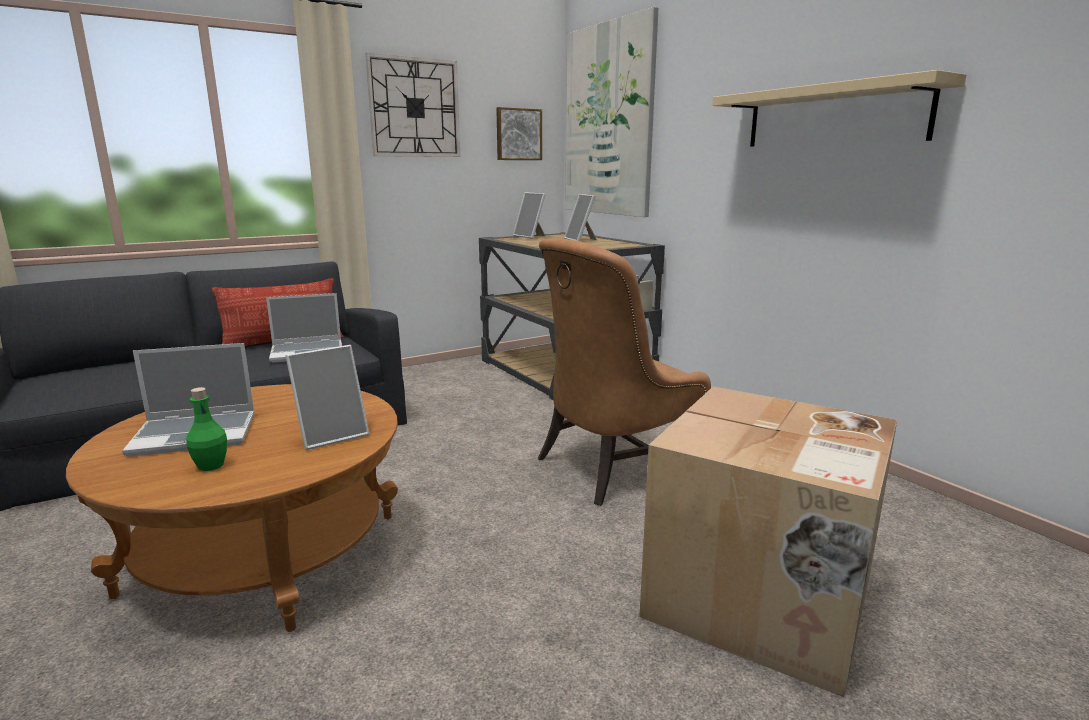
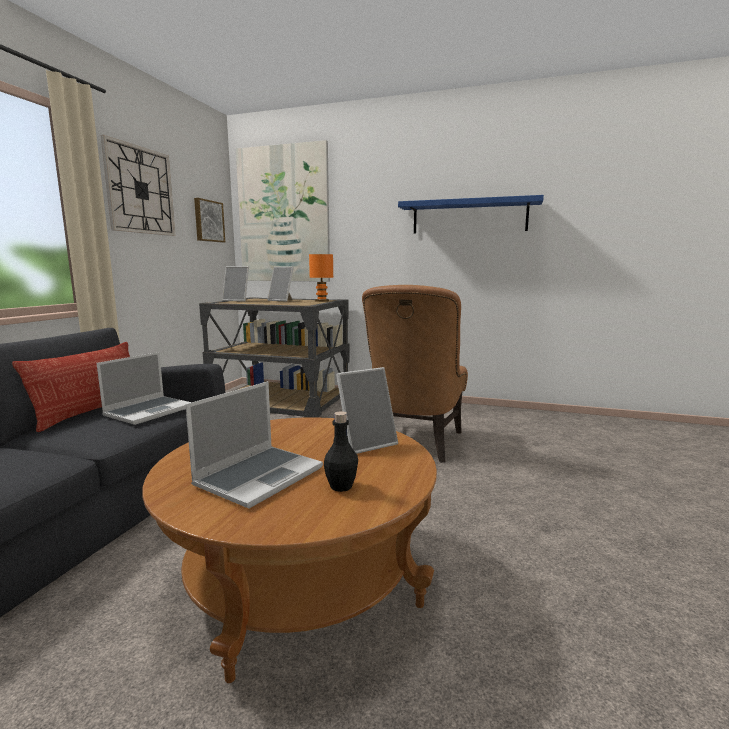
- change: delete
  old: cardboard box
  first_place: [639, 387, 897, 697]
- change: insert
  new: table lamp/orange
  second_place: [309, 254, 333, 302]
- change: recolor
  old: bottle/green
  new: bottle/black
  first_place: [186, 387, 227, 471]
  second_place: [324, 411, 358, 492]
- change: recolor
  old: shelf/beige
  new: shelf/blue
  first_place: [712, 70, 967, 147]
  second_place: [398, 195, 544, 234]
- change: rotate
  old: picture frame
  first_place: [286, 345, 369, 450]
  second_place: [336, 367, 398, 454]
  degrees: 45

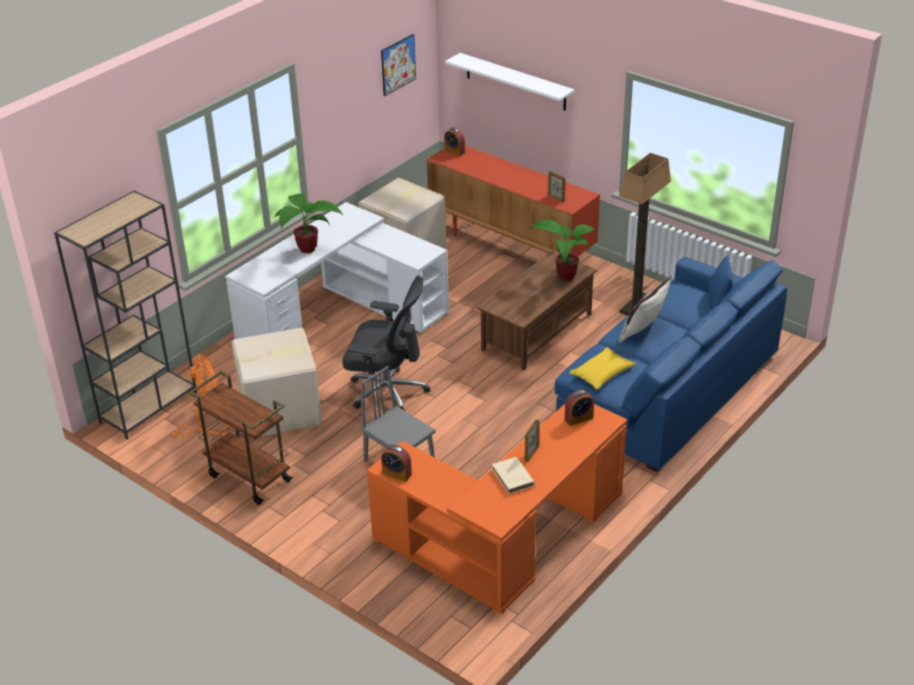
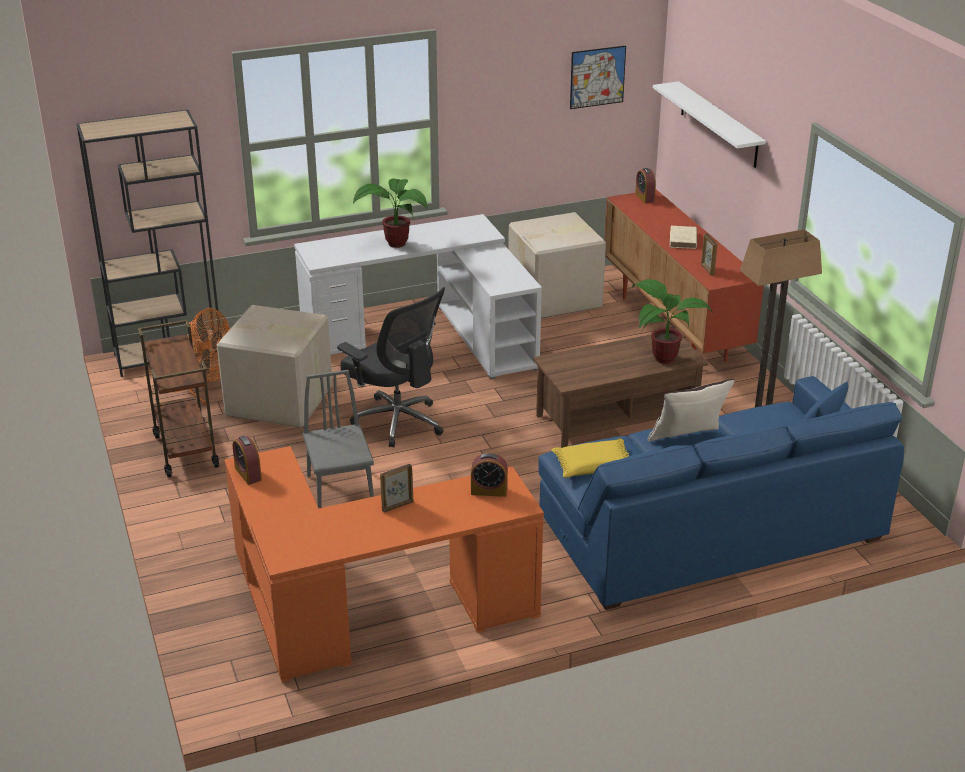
- change: move
  old: book/beige
  first_place: [492, 457, 535, 494]
  second_place: [670, 226, 697, 249]

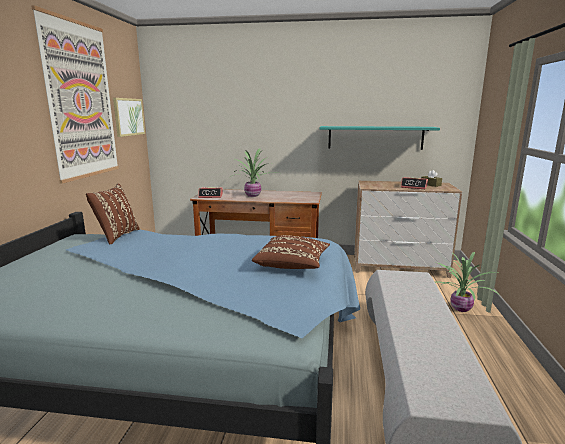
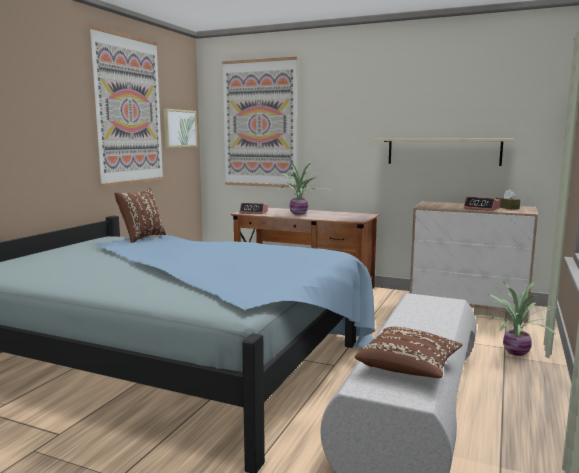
- change: insert
  new: picture
  second_place: [222, 56, 297, 188]
- change: move
  old: pillow/brown
  first_place: [252, 235, 330, 269]
  second_place: [355, 327, 462, 378]
- change: recolor
  old: shelf/turquoise
  new: shelf/beige
  first_place: [320, 126, 440, 150]
  second_place: [373, 138, 515, 166]

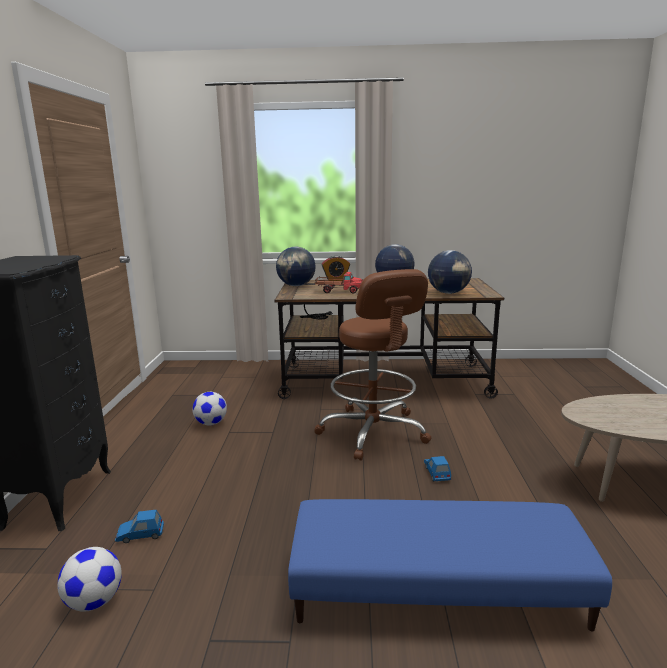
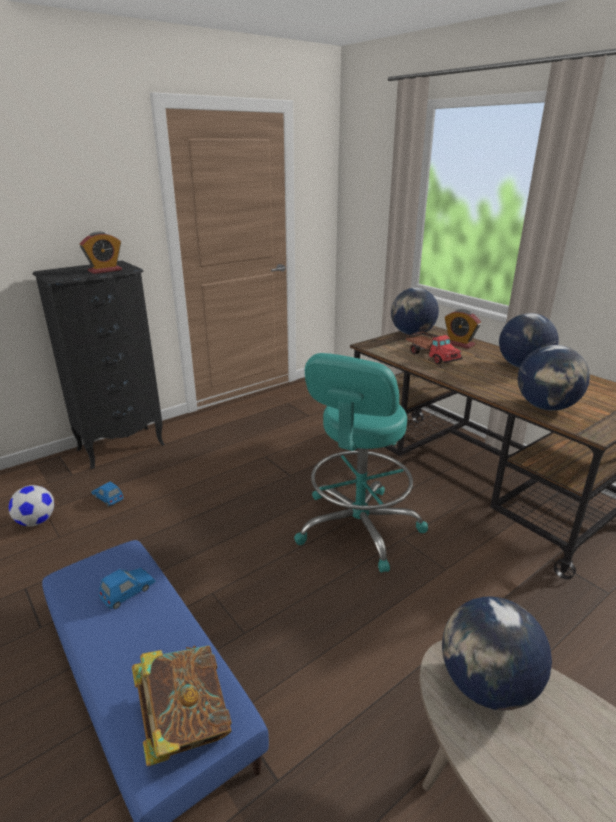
- change: delete
  old: football
  first_place: [192, 392, 227, 426]
- change: insert
  new: alarm clock
  second_place: [80, 232, 122, 274]
- change: insert
  new: book
  second_place: [132, 646, 232, 767]
- change: insert
  new: globe
  second_place: [442, 596, 552, 711]
- change: move
  old: toy car/blue
  first_place: [424, 456, 451, 481]
  second_place: [99, 568, 156, 609]
- change: recolor
  old: stool/brown
  new: stool/turquoise
  first_place: [314, 269, 431, 461]
  second_place: [294, 353, 428, 573]

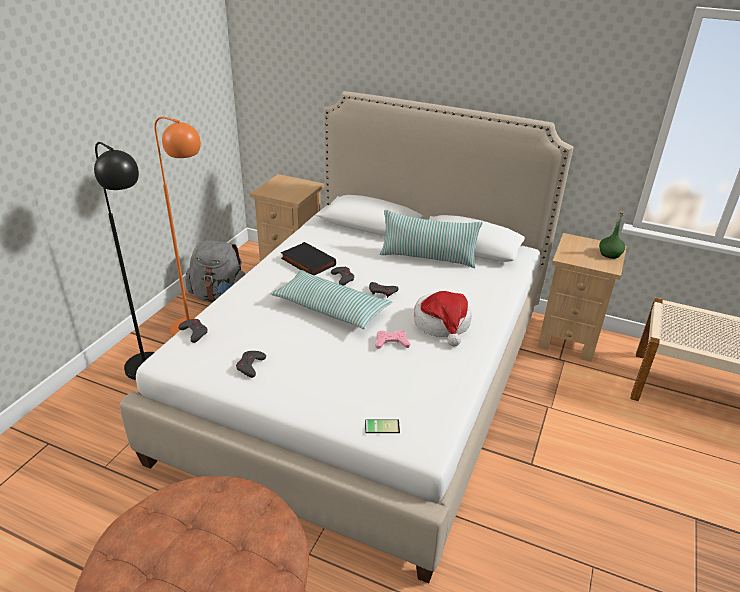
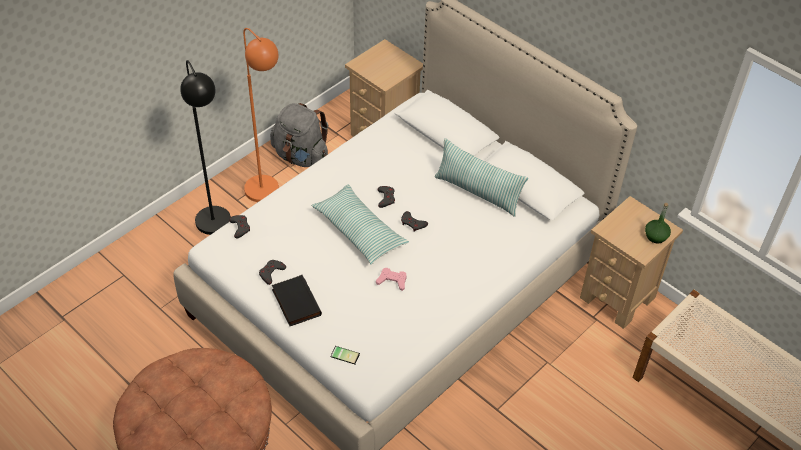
- change: delete
  old: hat
  first_place: [414, 291, 472, 347]
- change: move
  old: book/black
  first_place: [281, 242, 336, 275]
  second_place: [272, 275, 322, 326]

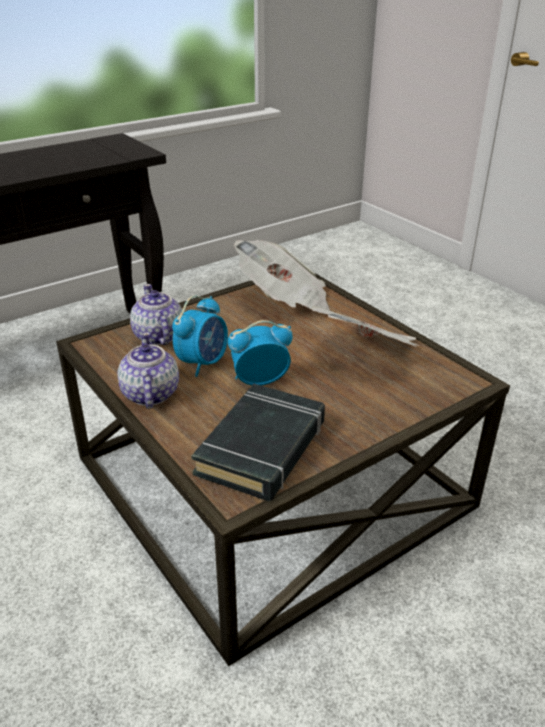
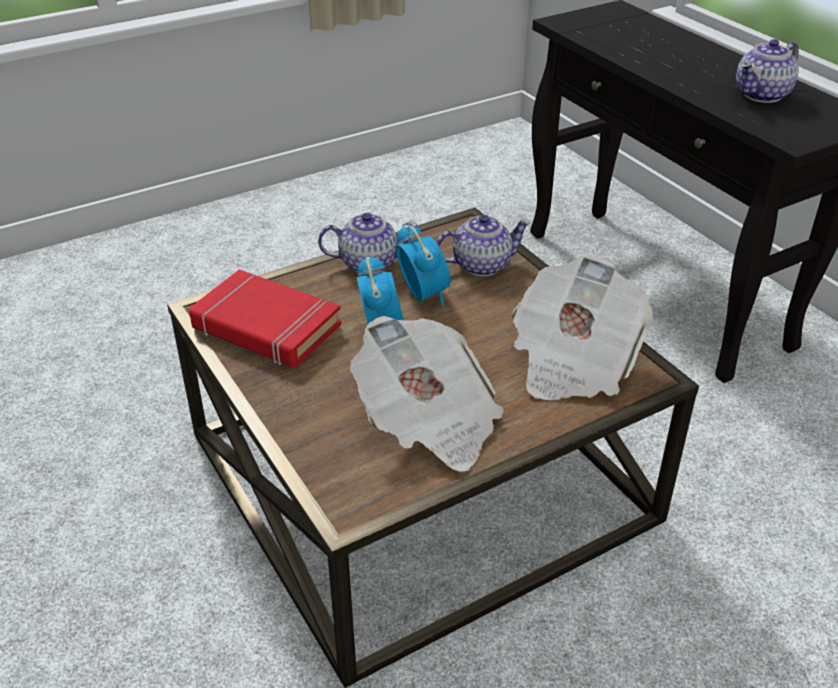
- change: insert
  new: teapot
  second_place: [736, 39, 799, 103]
- change: recolor
  old: book/black
  new: book/red
  first_place: [191, 384, 325, 501]
  second_place: [189, 270, 341, 368]
- change: rotate
  old: alarm clock
  first_place: [172, 296, 228, 377]
  second_place: [396, 223, 450, 307]
  degrees: -150

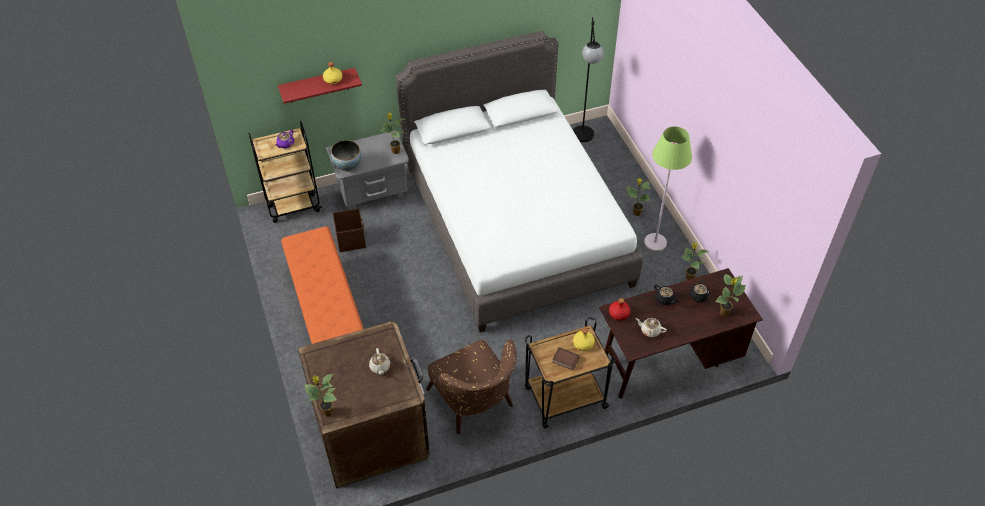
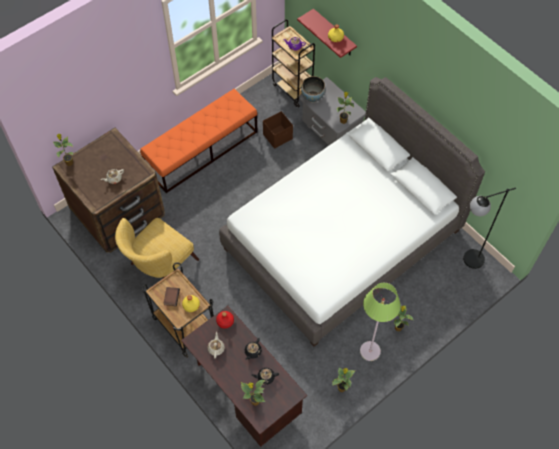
- change: recolor
  old: armchair/brown
  new: armchair/yellow
  first_place: [426, 340, 517, 434]
  second_place: [115, 218, 199, 278]

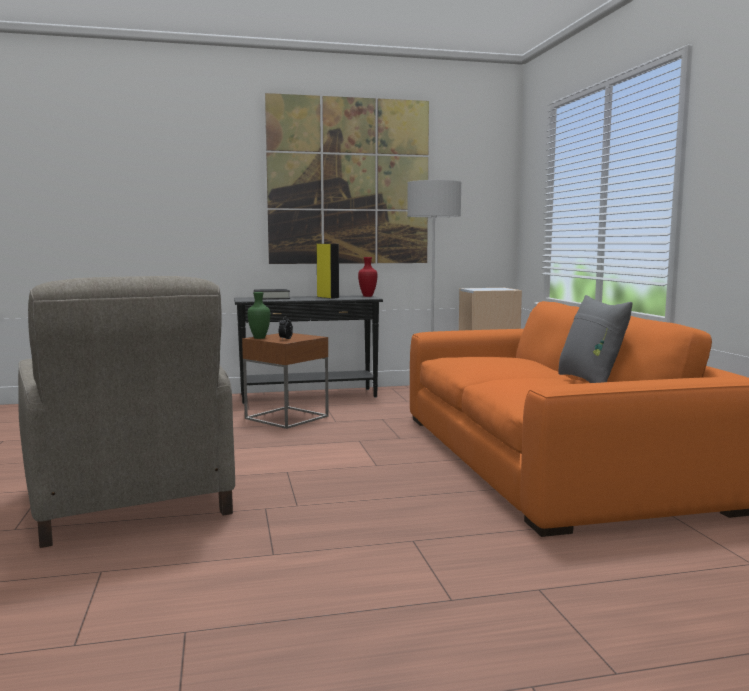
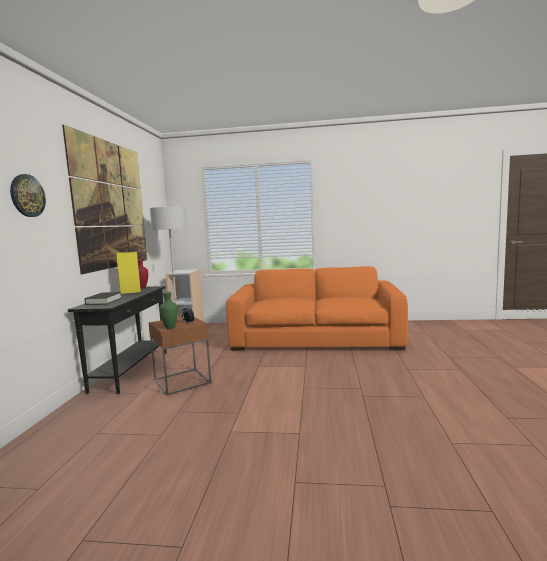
- change: delete
  old: armchair/beige
  first_place: [18, 276, 235, 548]
- change: delete
  old: pillow/grey
  first_place: [558, 295, 633, 383]
- change: insert
  new: wall clock
  second_place: [10, 174, 46, 217]

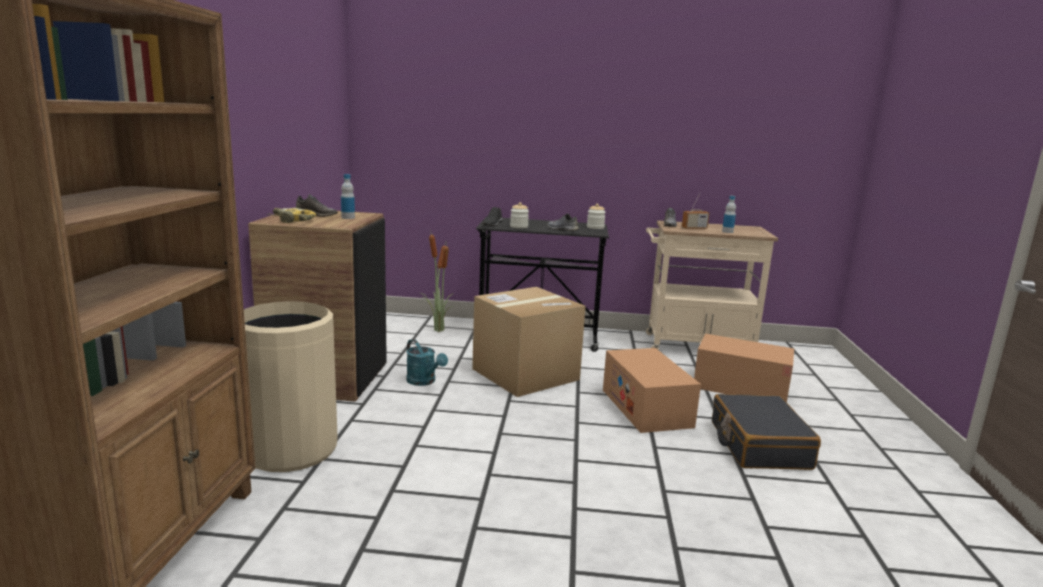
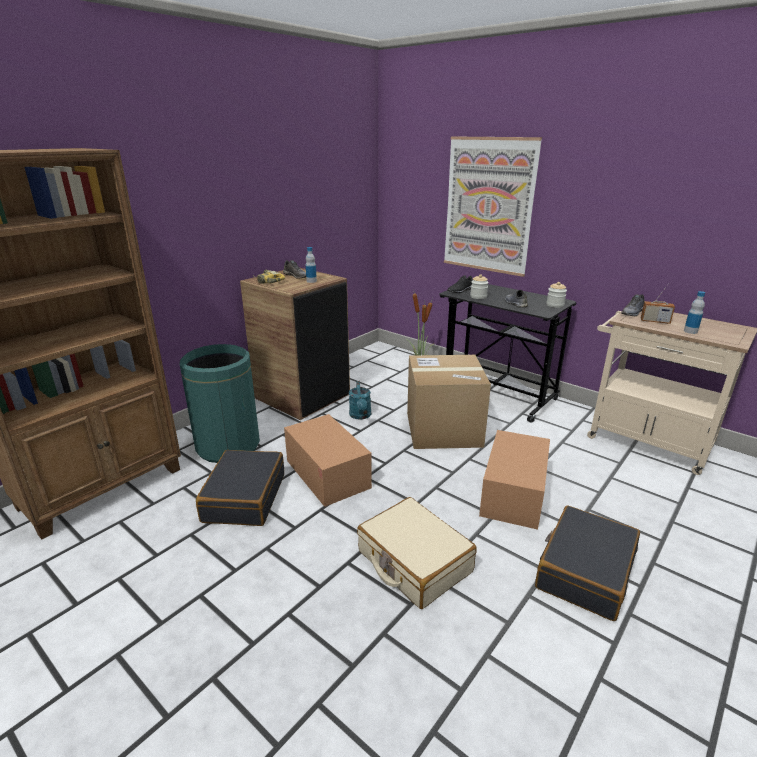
- change: insert
  new: suitcase/black
  second_place: [196, 450, 284, 526]
- change: insert
  new: suitcase/beige
  second_place: [357, 497, 477, 609]
- change: insert
  new: picture
  second_place: [444, 136, 542, 277]
- change: move
  old: cardboard box
  first_place: [694, 334, 794, 402]
  second_place: [284, 414, 372, 507]
- change: recolor
  old: trash can/beige
  new: trash can/green
  first_place: [244, 301, 338, 472]
  second_place: [180, 344, 260, 463]

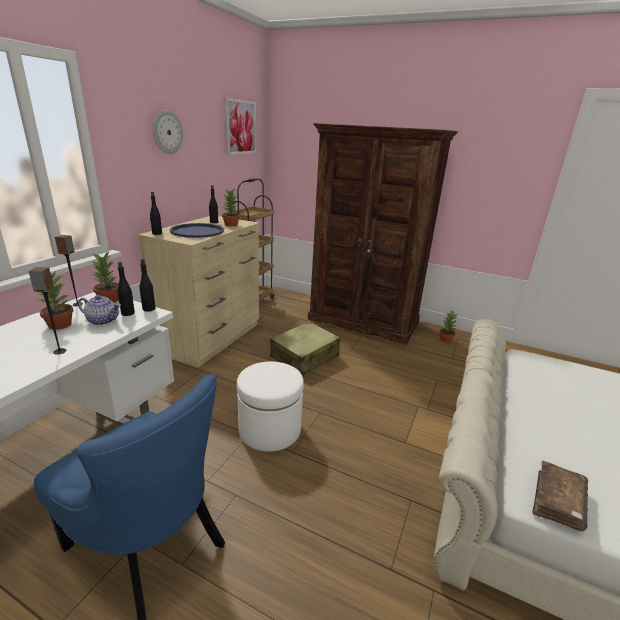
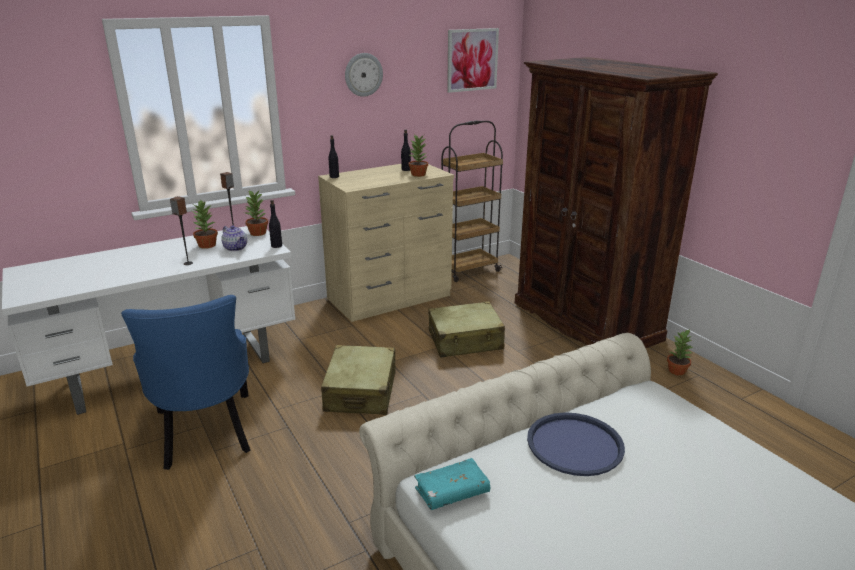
- change: delete
  old: bottle/black
  first_place: [117, 262, 135, 316]
- change: move
  old: tray/blue
  first_place: [170, 223, 224, 238]
  second_place: [527, 412, 625, 476]
- change: replace
  old: ottoman/white
  new: suitcase/beige
  first_place: [237, 361, 304, 452]
  second_place: [321, 345, 396, 415]
- change: recolor
  old: book/brown
  new: book/turquoise
  first_place: [532, 461, 588, 531]
  second_place: [414, 458, 490, 510]

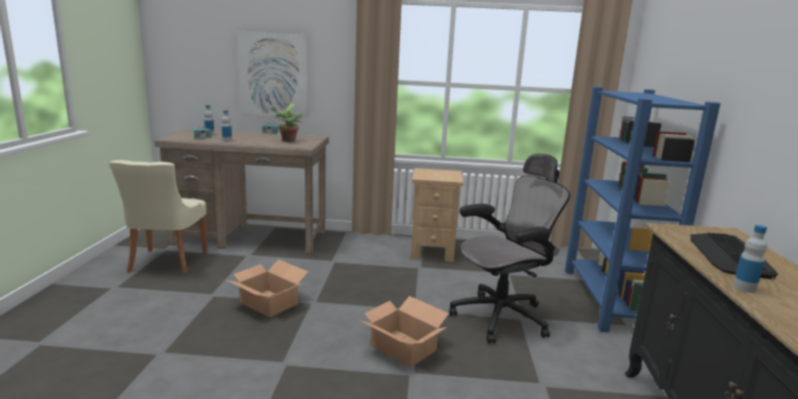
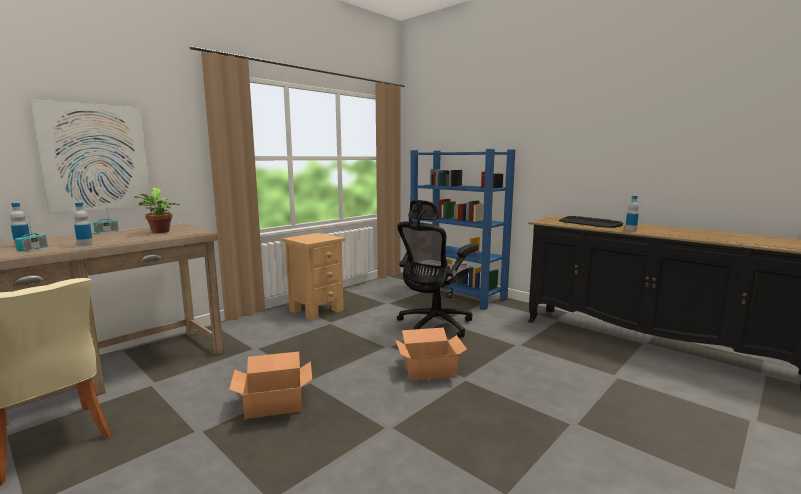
- change: rotate
  old: office chair
  first_place: [449, 154, 570, 343]
  second_place: [397, 200, 479, 338]
  degrees: -150

